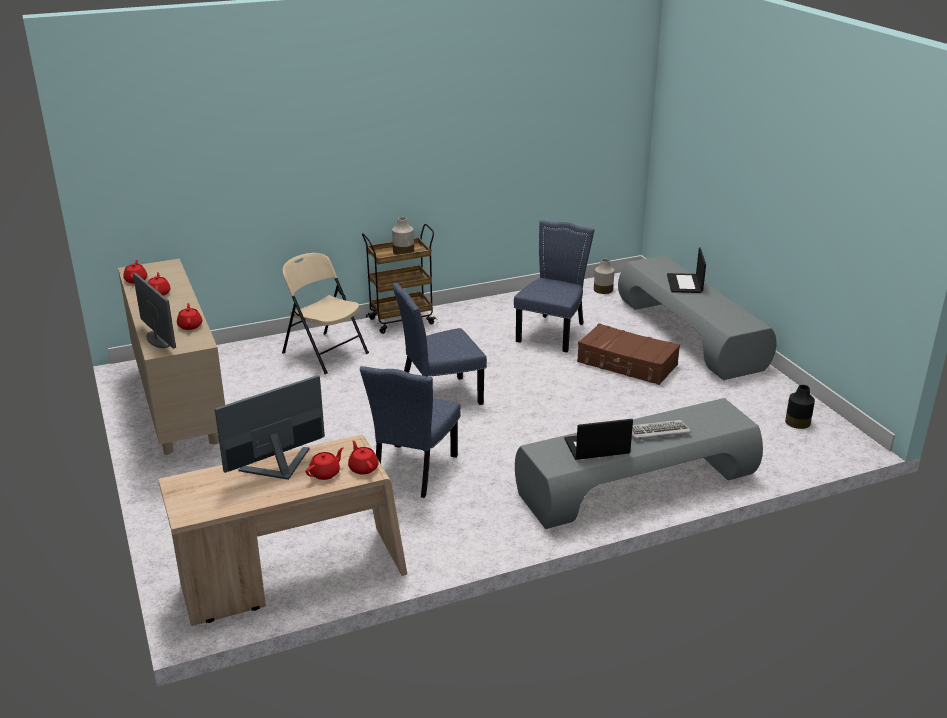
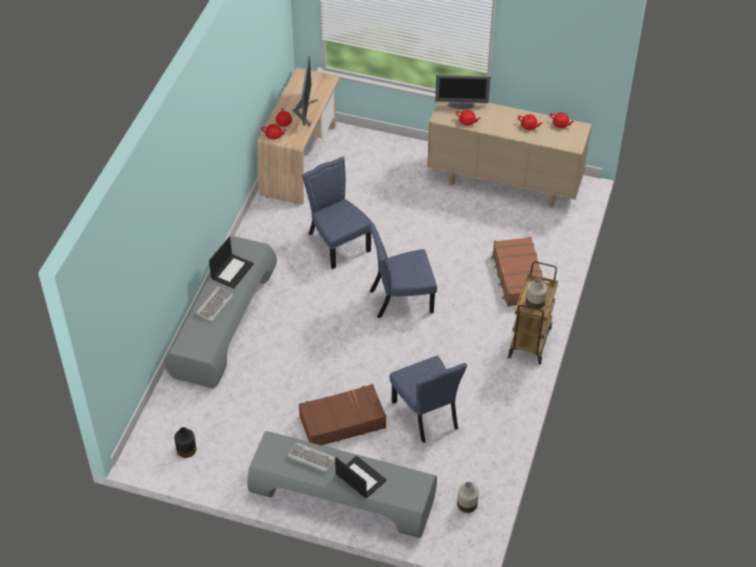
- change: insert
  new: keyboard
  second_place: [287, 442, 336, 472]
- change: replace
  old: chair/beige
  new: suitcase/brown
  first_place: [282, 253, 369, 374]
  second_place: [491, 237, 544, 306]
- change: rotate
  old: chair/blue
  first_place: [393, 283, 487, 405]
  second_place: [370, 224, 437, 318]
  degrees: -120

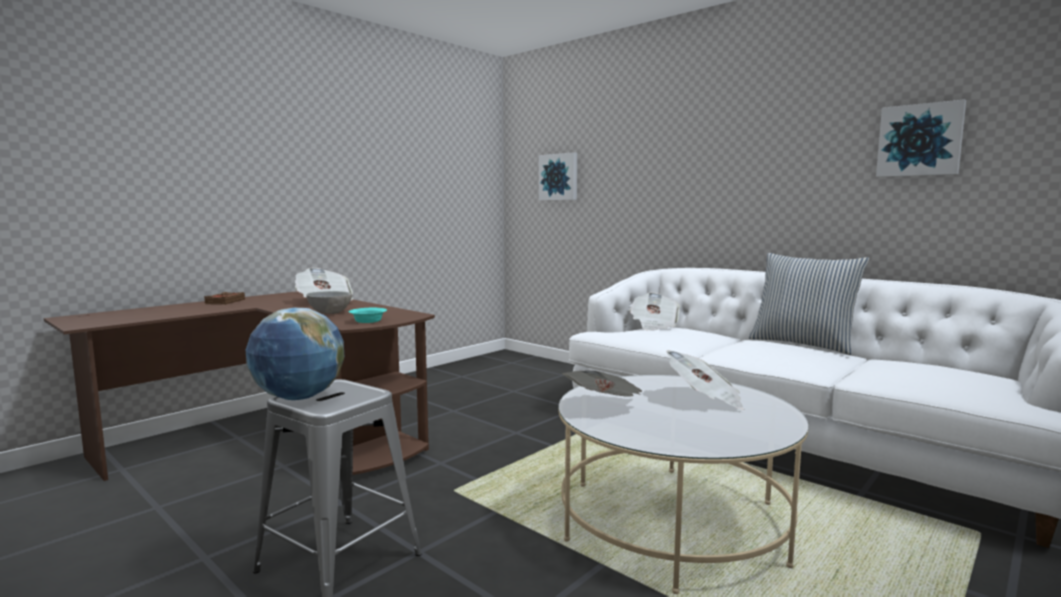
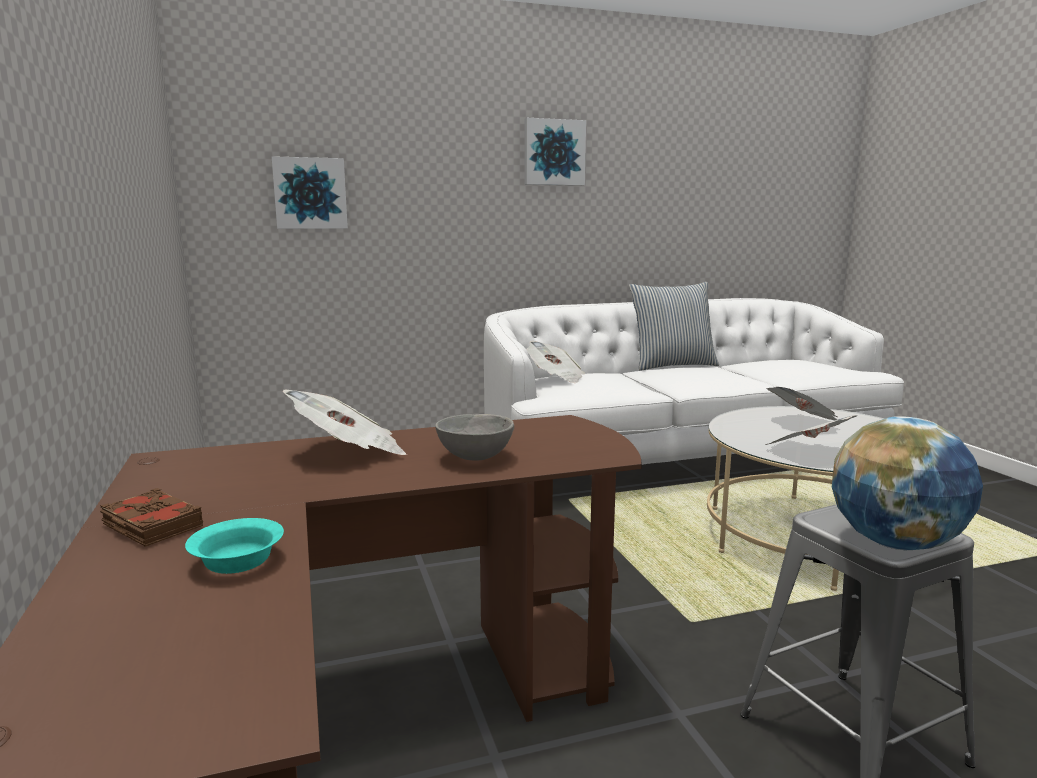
- change: move
  old: bowl/turquoise
  first_place: [349, 308, 387, 323]
  second_place: [185, 518, 284, 574]
- change: move
  old: picture
  first_place: [876, 99, 966, 177]
  second_place: [524, 118, 586, 186]

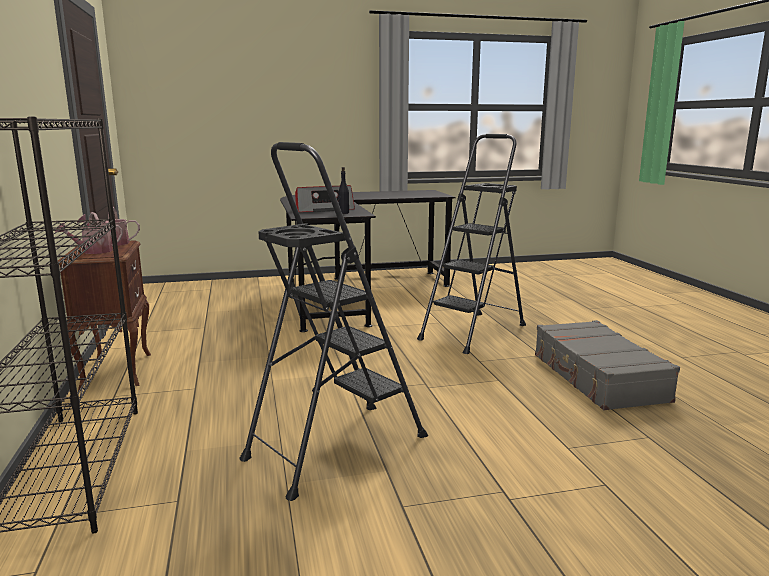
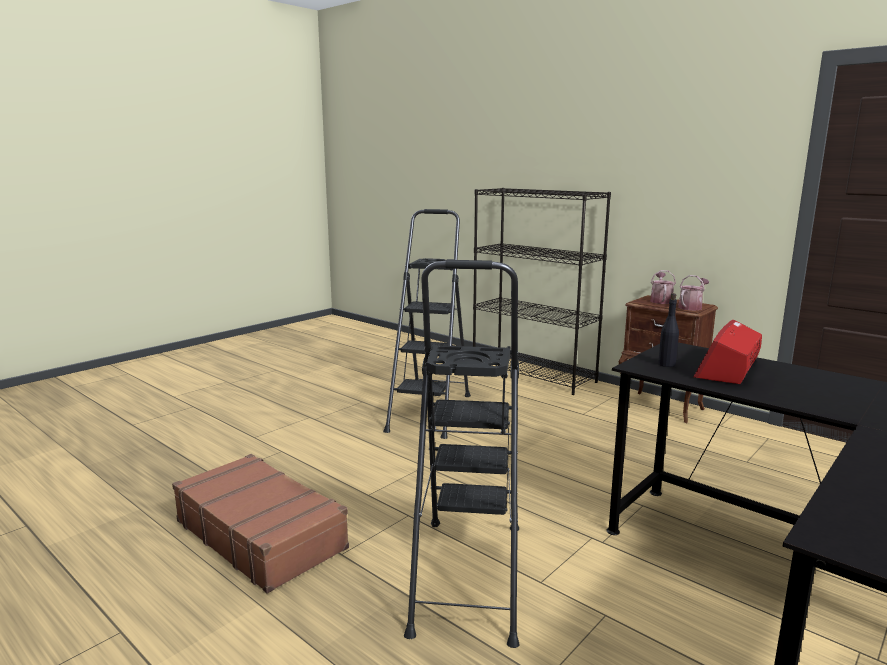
- change: recolor
  old: suitcase/grey
  new: suitcase/brown
  first_place: [535, 320, 680, 410]
  second_place: [172, 454, 349, 594]

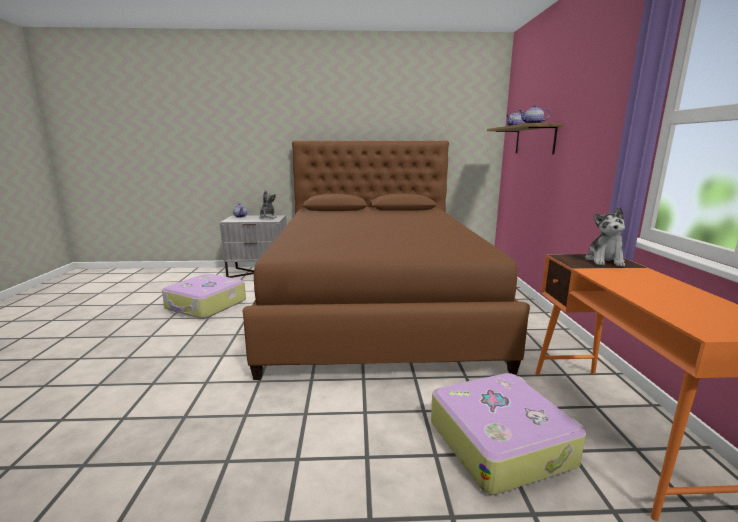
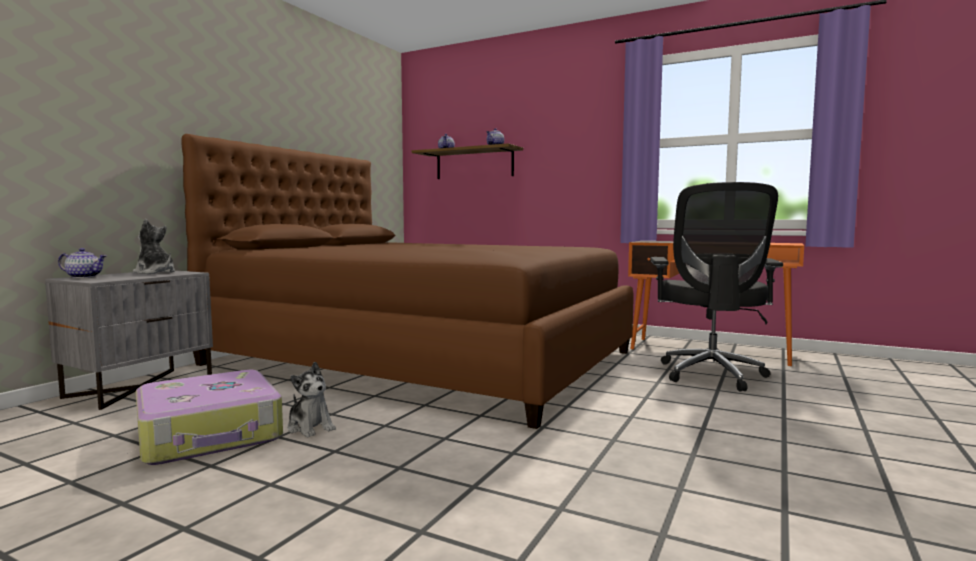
- change: move
  old: plush toy
  first_place: [585, 207, 625, 267]
  second_place: [287, 362, 336, 437]
- change: replace
  old: suitcase
  new: office chair
  first_place: [431, 373, 586, 495]
  second_place: [650, 182, 783, 391]

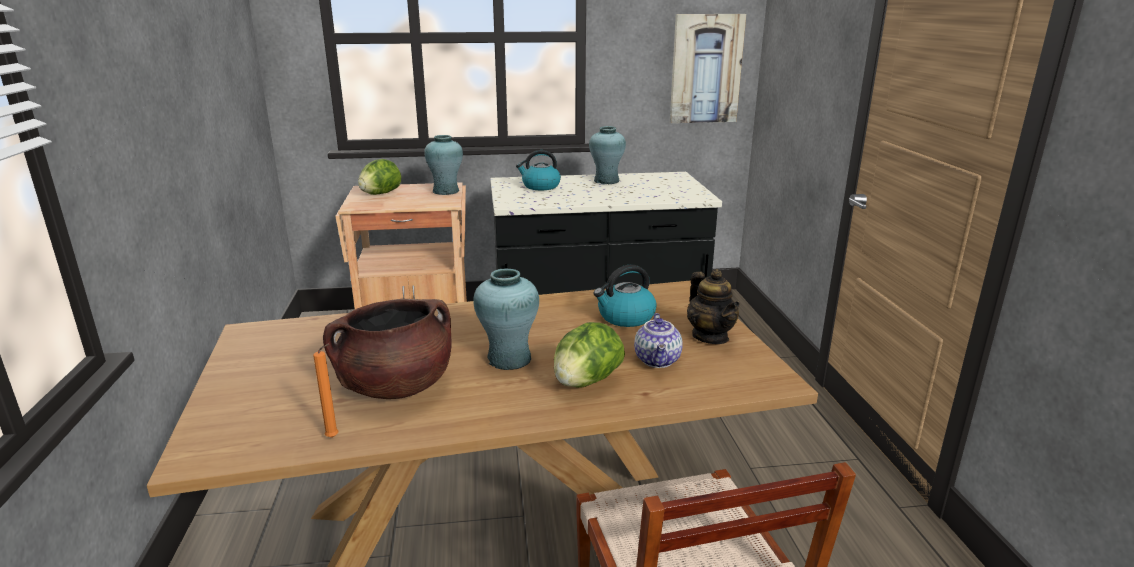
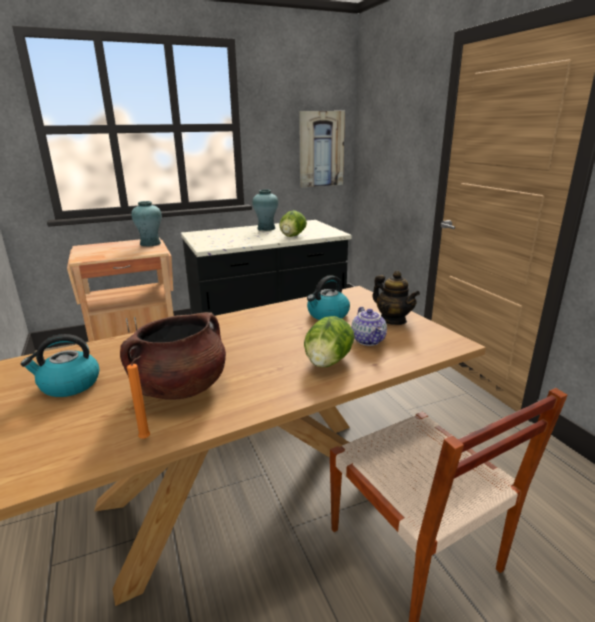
- change: delete
  old: vase/turquoise
  first_place: [473, 268, 539, 370]
- change: move
  old: lettuce
  first_place: [358, 159, 401, 195]
  second_place: [279, 210, 307, 237]
- change: move
  old: kettle
  first_place: [516, 150, 561, 190]
  second_place: [21, 334, 99, 397]

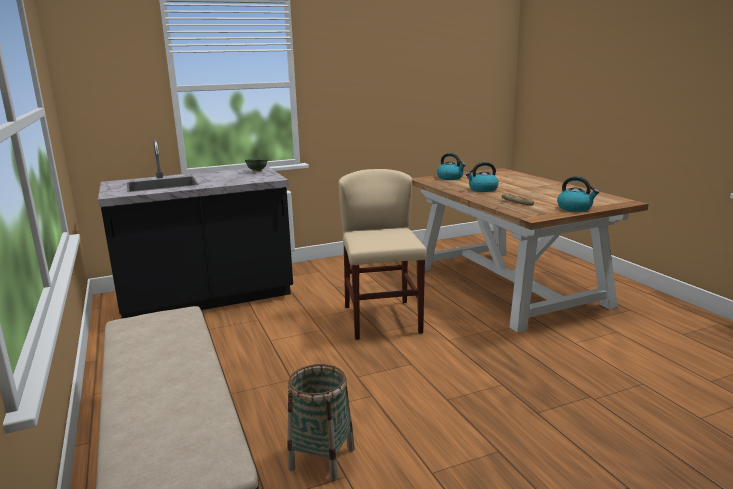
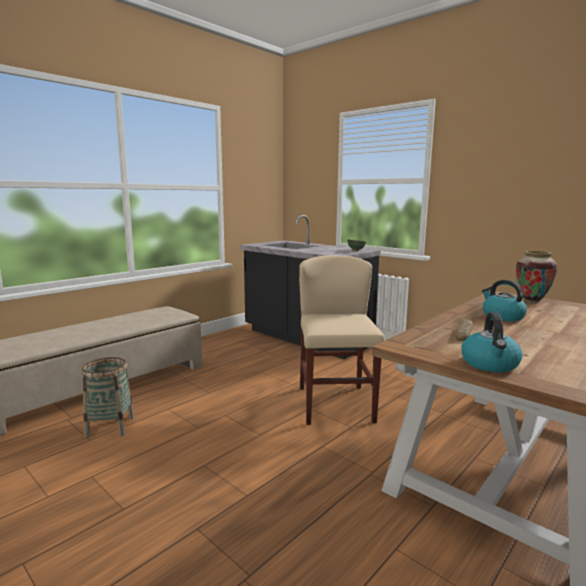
- change: replace
  old: kettle
  new: vase
  first_place: [437, 153, 466, 180]
  second_place: [516, 251, 558, 303]
- change: rotate
  old: chair/beige
  first_place: [339, 169, 427, 340]
  second_place: [299, 255, 385, 425]
  degrees: -60

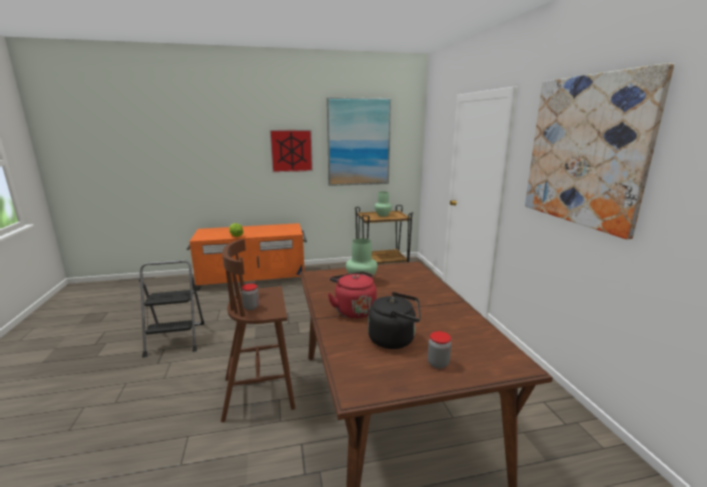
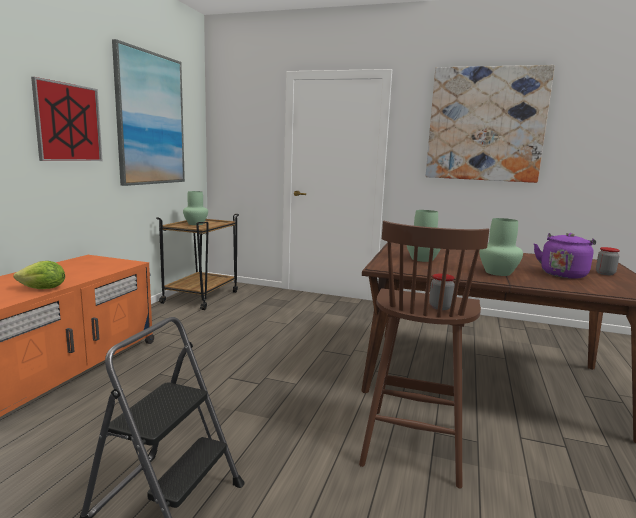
- change: replace
  old: kettle/red
  new: vase/green
  first_place: [328, 271, 377, 319]
  second_place: [479, 218, 523, 276]
- change: recolor
  old: kettle/black
  new: kettle/purple
  first_place: [368, 292, 421, 349]
  second_place: [534, 233, 596, 279]

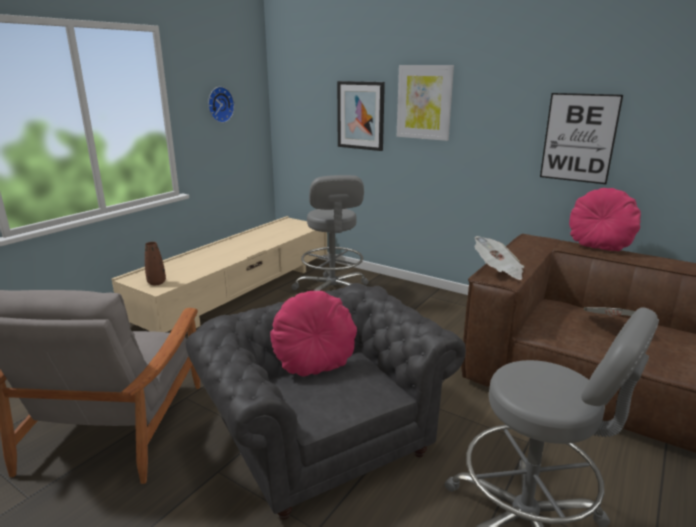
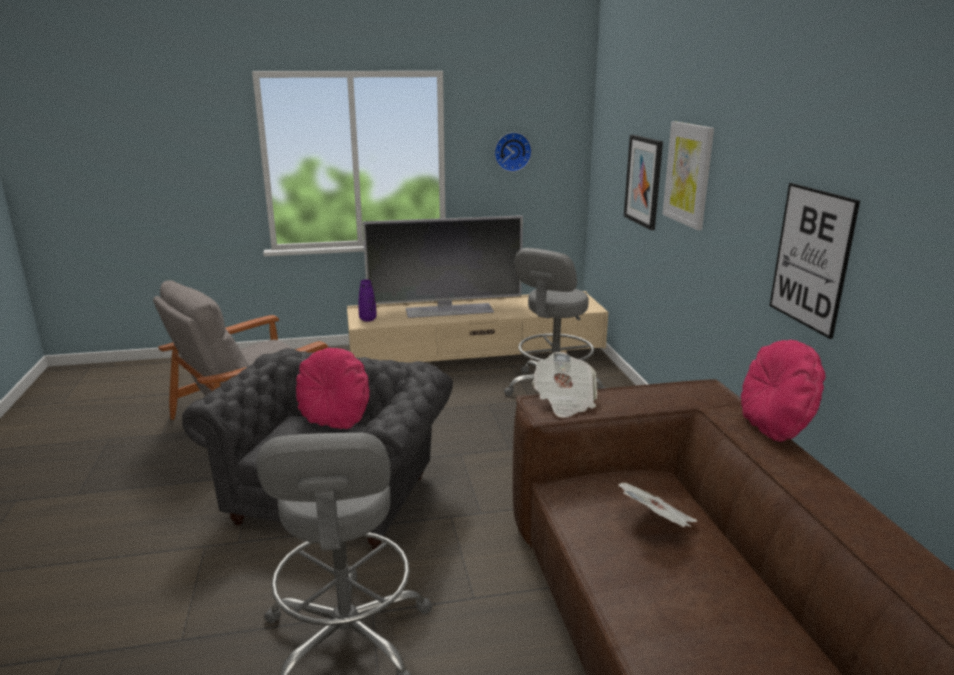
- change: insert
  new: television
  second_place: [362, 215, 523, 318]
- change: recolor
  old: vase/brown
  new: vase/purple
  first_place: [145, 242, 166, 285]
  second_place: [358, 279, 377, 322]

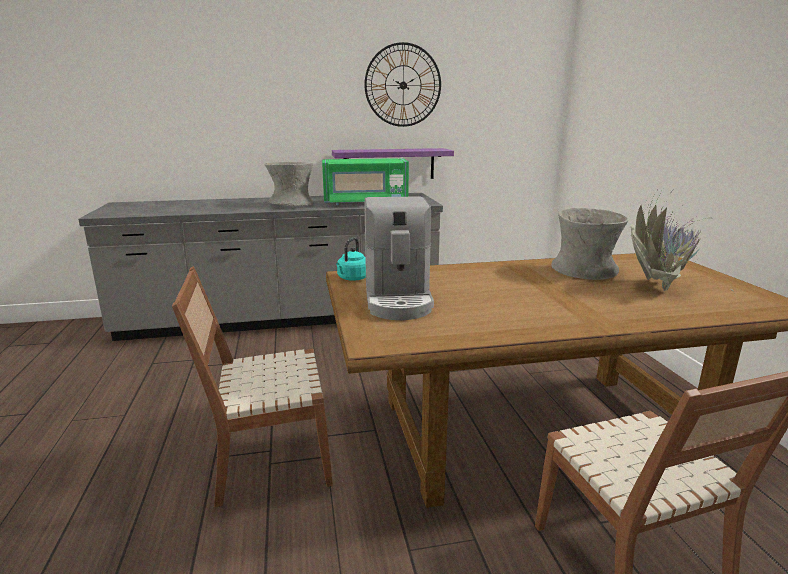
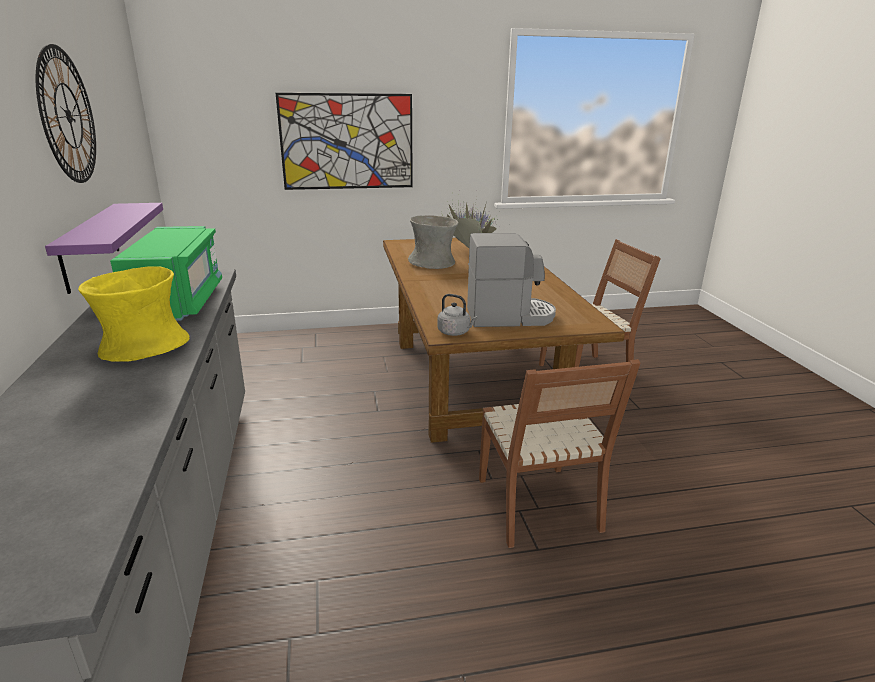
- change: insert
  new: picture
  second_place: [276, 93, 413, 190]
- change: recolor
  old: vase/grey
  new: vase/yellow
  first_place: [264, 162, 313, 206]
  second_place: [78, 266, 190, 362]
- change: recolor
  old: kettle/turquoise
  new: kettle/grey
  first_place: [336, 238, 366, 281]
  second_place: [437, 294, 478, 336]

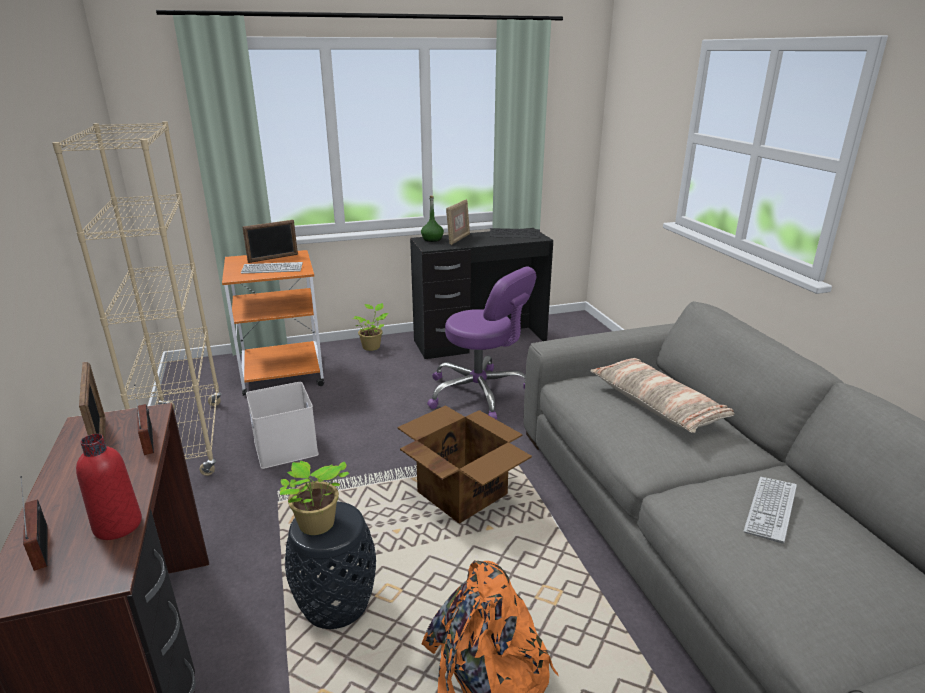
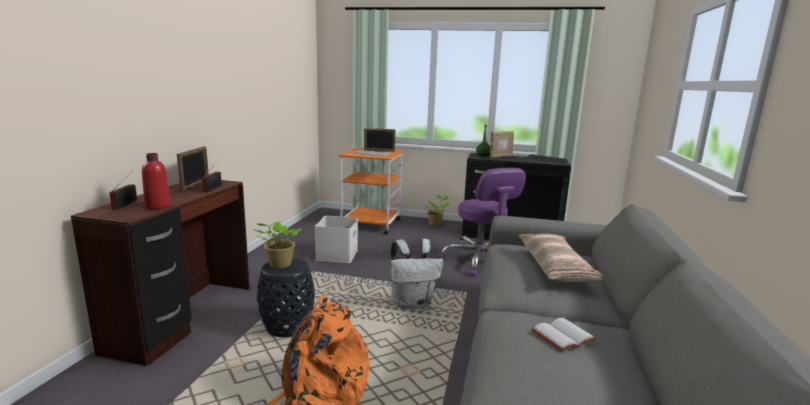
- change: delete
  old: bookcase/beige
  first_place: [52, 121, 222, 476]
- change: replace
  old: cardboard box
  new: backpack/white
  first_place: [398, 405, 532, 524]
  second_place: [391, 239, 443, 309]
- change: replace
  old: keyboard
  new: book/white
  first_place: [743, 477, 797, 544]
  second_place: [531, 318, 596, 351]

